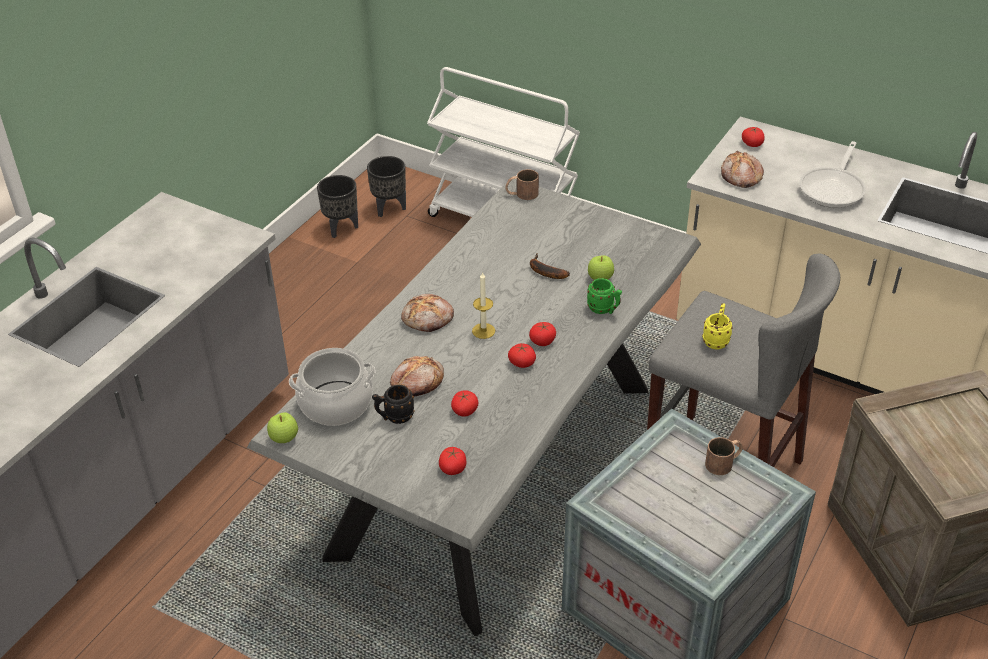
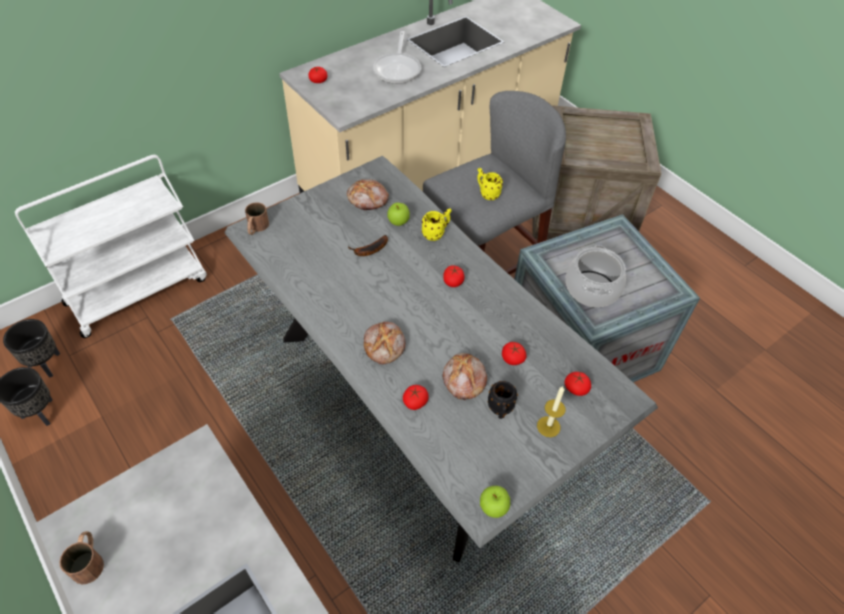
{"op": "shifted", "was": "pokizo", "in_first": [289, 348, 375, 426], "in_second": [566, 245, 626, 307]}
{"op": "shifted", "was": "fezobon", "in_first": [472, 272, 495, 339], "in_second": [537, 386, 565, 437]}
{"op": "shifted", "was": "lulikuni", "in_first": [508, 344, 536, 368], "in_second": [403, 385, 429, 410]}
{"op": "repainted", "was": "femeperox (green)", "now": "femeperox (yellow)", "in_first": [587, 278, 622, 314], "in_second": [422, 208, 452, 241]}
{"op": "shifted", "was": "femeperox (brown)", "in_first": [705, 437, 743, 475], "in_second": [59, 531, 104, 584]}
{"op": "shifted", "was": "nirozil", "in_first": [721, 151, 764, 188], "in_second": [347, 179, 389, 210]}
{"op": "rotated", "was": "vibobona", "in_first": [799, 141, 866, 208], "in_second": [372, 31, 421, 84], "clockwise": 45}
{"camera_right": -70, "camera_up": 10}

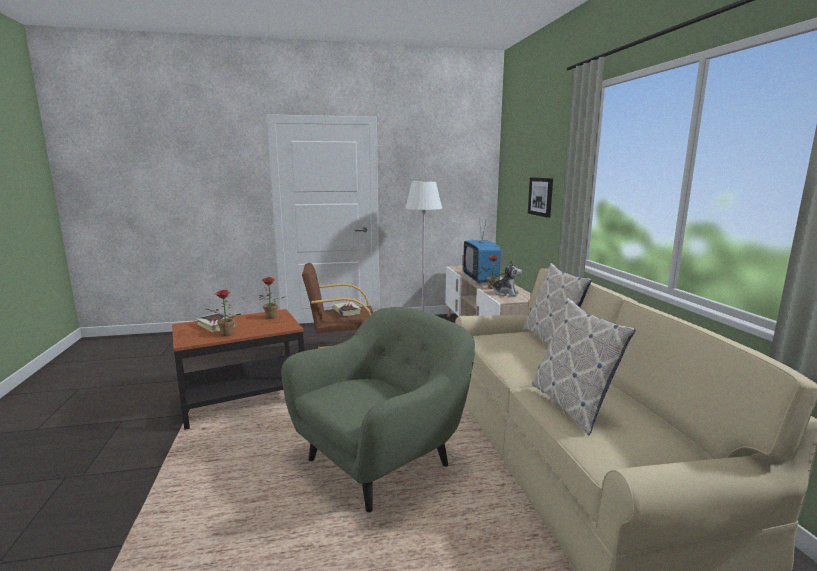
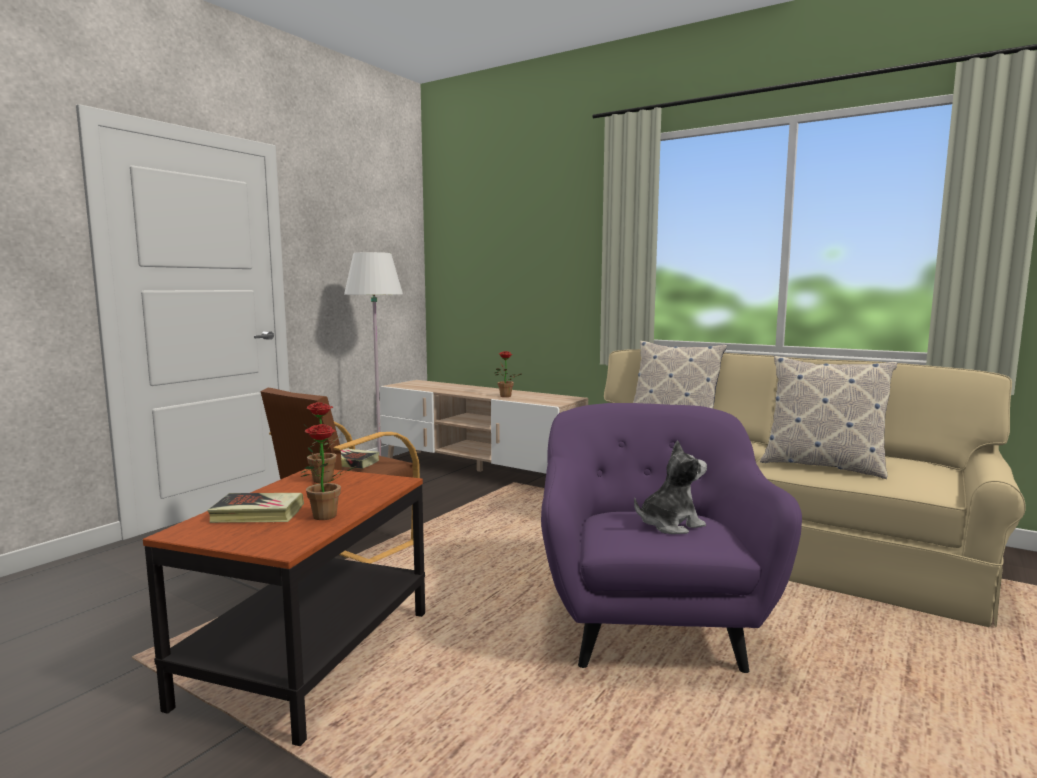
{"op": "repainted", "was": "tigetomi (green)", "now": "tigetomi (purple)", "in_first": [281, 307, 475, 512], "in_second": [541, 403, 802, 673]}
{"op": "gone", "was": "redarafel", "in_first": [463, 217, 501, 283]}
{"op": "shifted", "was": "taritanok", "in_first": [488, 260, 522, 297], "in_second": [634, 441, 707, 534]}
{"op": "gone", "was": "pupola", "in_first": [528, 177, 553, 218]}
{"camera_right": -45, "camera_up": -5}

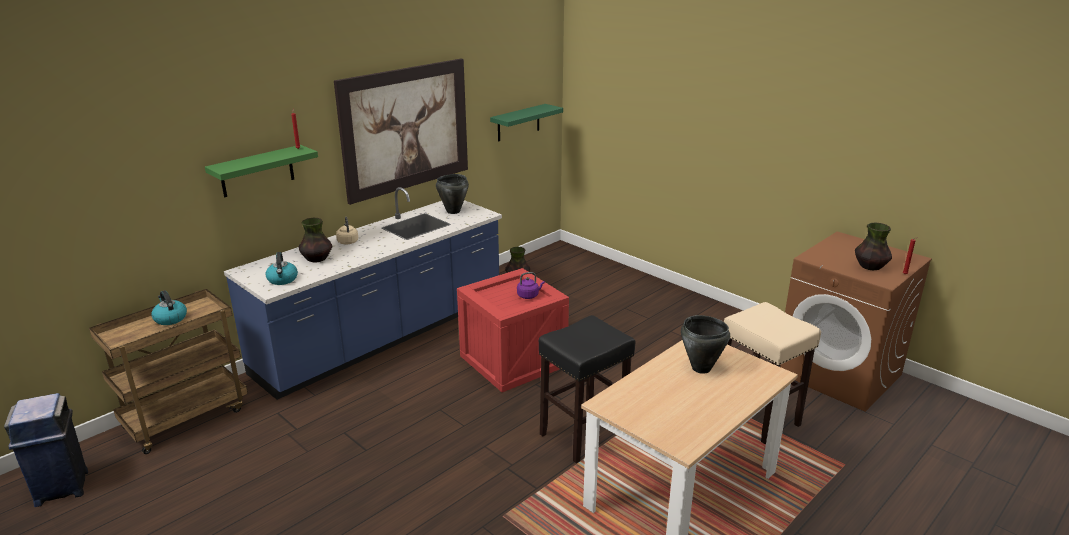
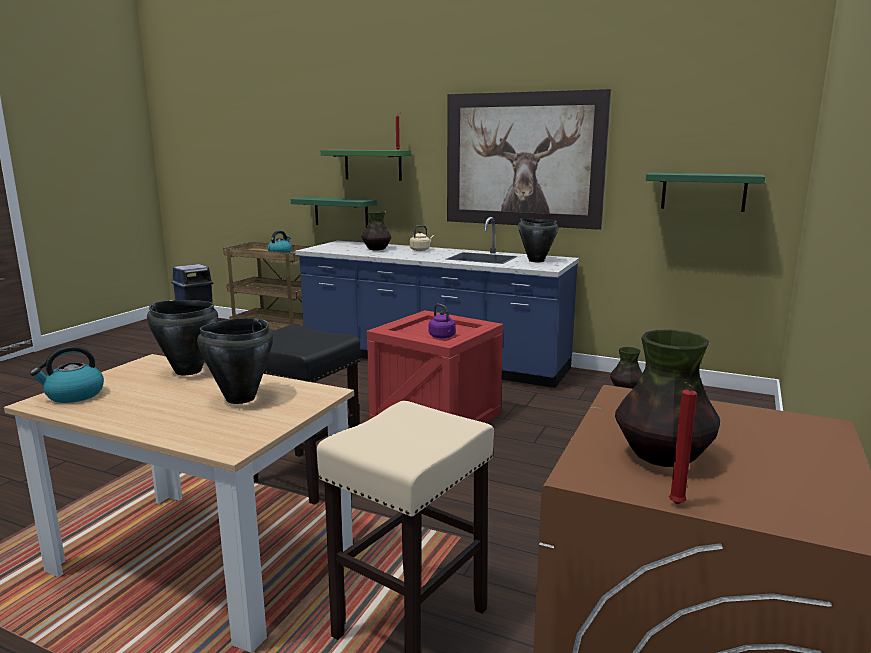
{"op": "shifted", "was": "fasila", "in_first": [266, 252, 298, 285], "in_second": [30, 345, 104, 403]}
{"op": "new", "now": "pokizo (black)", "in_second": [147, 300, 218, 375]}
{"op": "new", "now": "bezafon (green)", "in_second": [291, 197, 377, 227]}
{"camera_right": 70, "camera_up": -10}

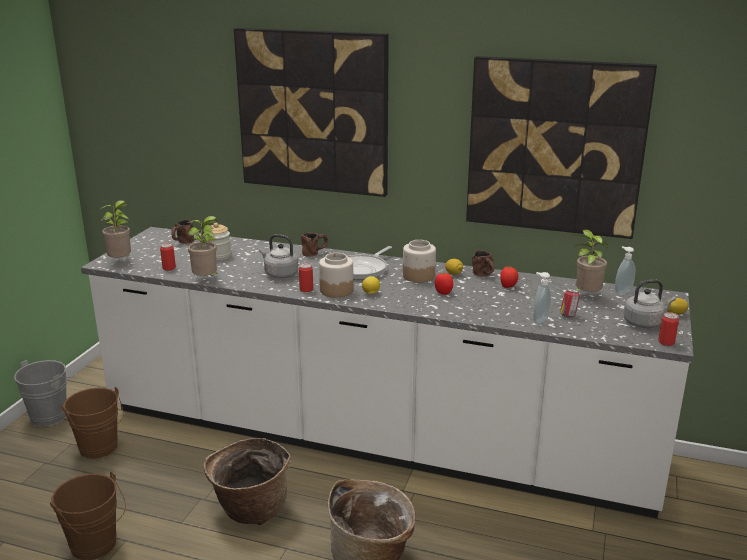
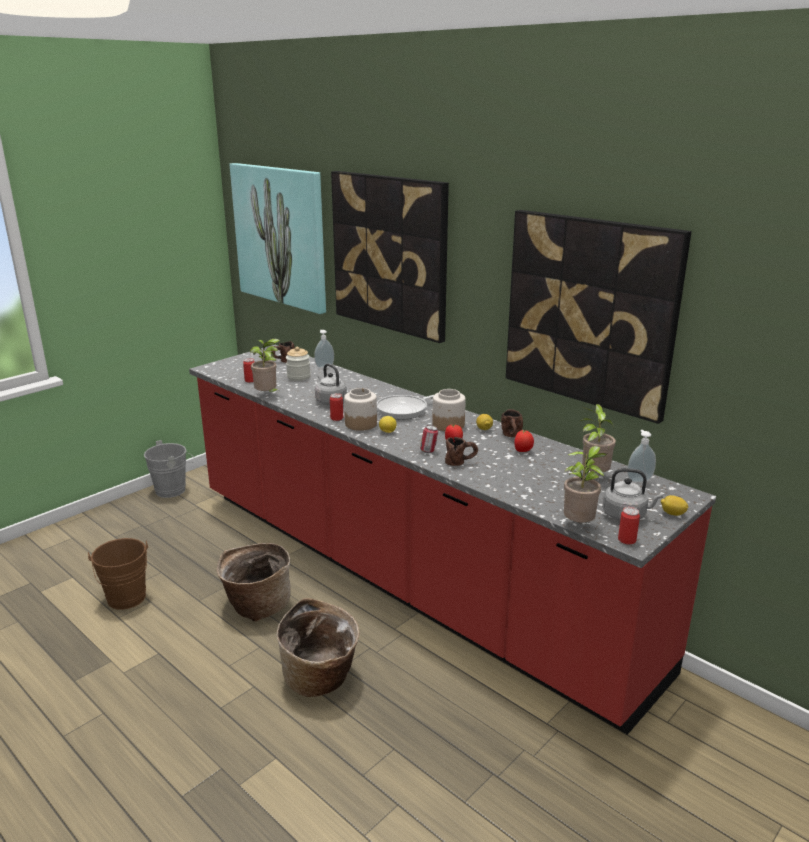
{"op": "gone", "was": "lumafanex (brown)", "in_first": [61, 387, 124, 459]}
{"op": "repainted", "was": "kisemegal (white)", "now": "kisemegal (red)", "in_first": [81, 227, 694, 518], "in_second": [189, 345, 716, 735]}
{"op": "shifted", "was": "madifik", "in_first": [100, 200, 131, 258], "in_second": [564, 446, 607, 523]}
{"op": "shifted", "was": "femeperox (brown)", "in_first": [301, 233, 328, 256], "in_second": [445, 437, 478, 466]}
{"op": "shifted", "was": "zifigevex", "in_first": [533, 272, 551, 324], "in_second": [314, 330, 334, 368]}
{"op": "shifted", "was": "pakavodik", "in_first": [560, 288, 580, 318], "in_second": [420, 425, 438, 453]}
{"op": "new", "now": "pupola", "in_second": [230, 163, 326, 314]}
{"camera_right": 25, "camera_up": 0}

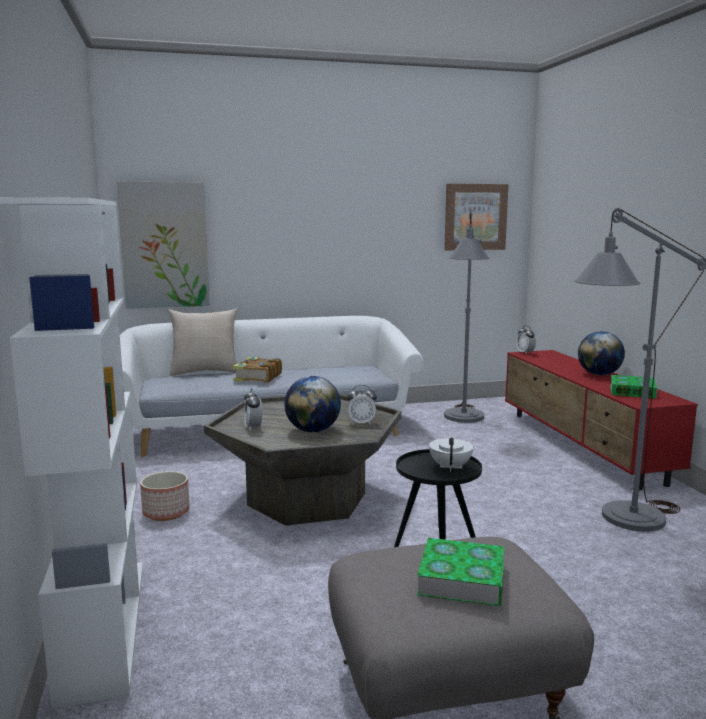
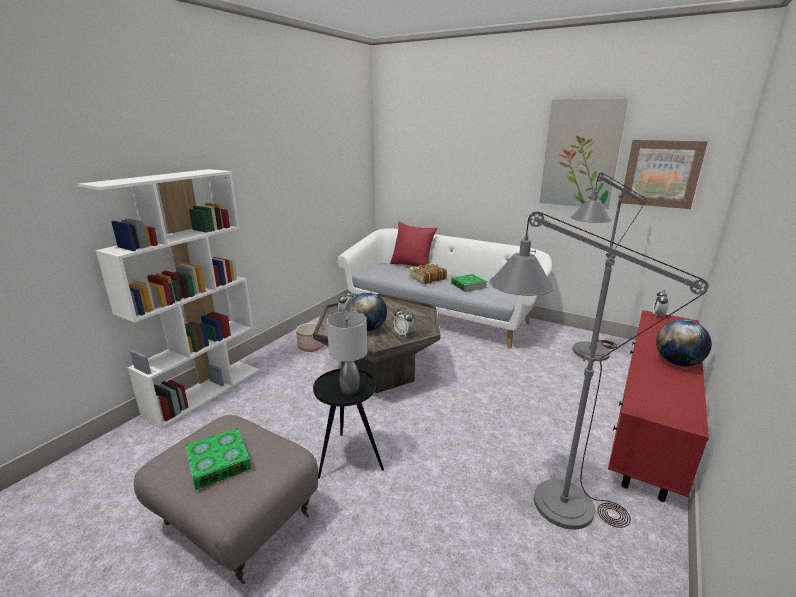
{"op": "shifted", "was": "pupola", "in_first": [116, 182, 210, 309], "in_second": [540, 98, 628, 209]}
{"op": "repainted", "was": "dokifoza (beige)", "now": "dokifoza (red)", "in_first": [168, 308, 238, 376], "in_second": [390, 222, 437, 267]}
{"op": "swapped", "was": "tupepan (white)", "now": "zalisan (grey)", "in_first": [429, 435, 473, 471], "in_second": [327, 311, 367, 395]}
{"op": "shifted", "was": "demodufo", "in_first": [610, 375, 657, 399], "in_second": [451, 274, 487, 292]}
{"camera_right": 45, "camera_up": 10}

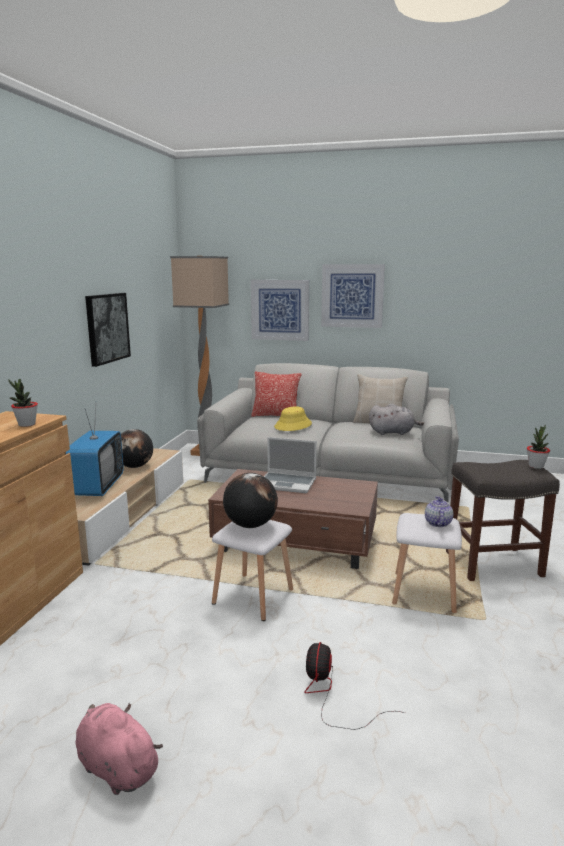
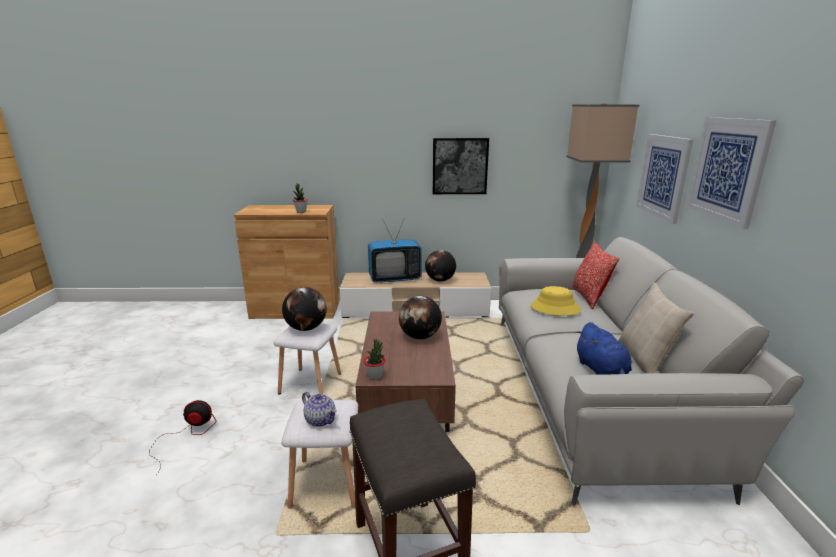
{"op": "gone", "was": "taritanok (pink)", "in_first": [76, 703, 163, 795]}
{"op": "swapped", "was": "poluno", "now": "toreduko", "in_first": [264, 437, 317, 493], "in_second": [399, 296, 442, 339]}
{"op": "repainted", "was": "taritanok (grey)", "now": "taritanok (blue)", "in_first": [369, 404, 424, 435], "in_second": [575, 322, 632, 375]}
{"op": "rotated", "was": "tupepan", "in_first": [425, 496, 453, 527], "in_second": [302, 392, 337, 427], "clockwise": 45}
{"op": "shifted", "was": "madifik", "in_first": [527, 425, 550, 469], "in_second": [363, 339, 385, 380]}
{"camera_right": 75, "camera_up": 5}

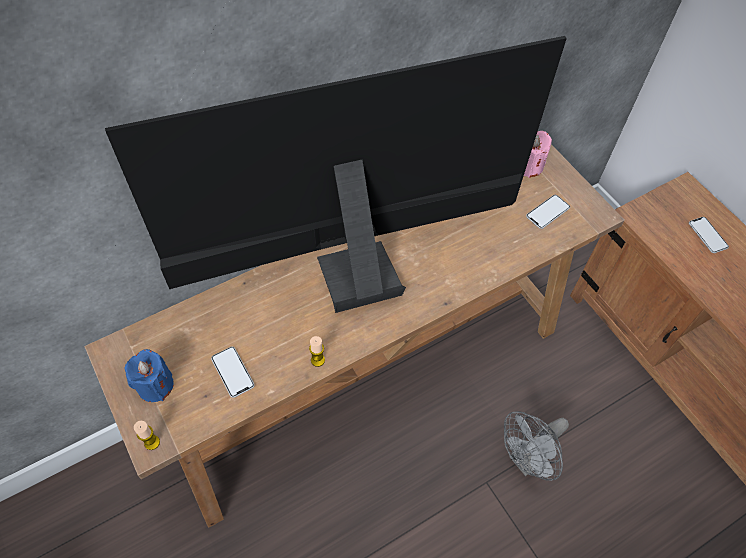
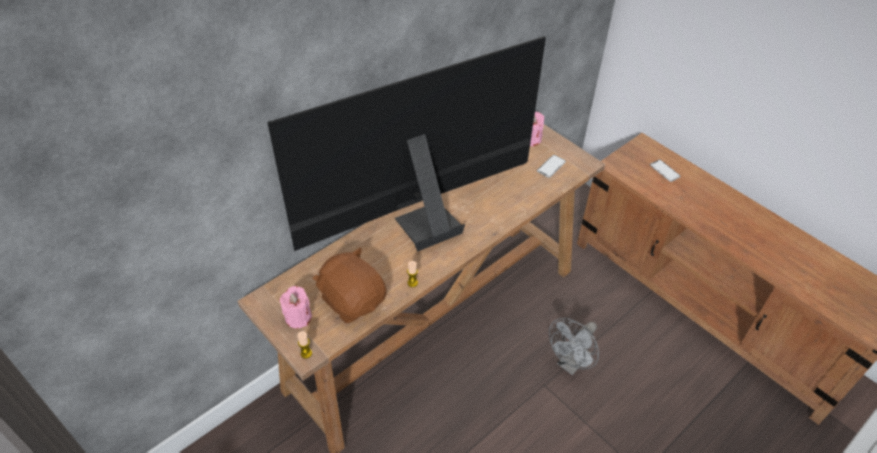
{"op": "repainted", "was": "fezobon (blue)", "now": "fezobon (pink)", "in_first": [125, 349, 174, 402], "in_second": [280, 286, 312, 329]}
{"op": "swapped", "was": "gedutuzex", "now": "taritanok (brown)", "in_first": [211, 347, 254, 398], "in_second": [312, 247, 386, 323]}
{"camera_right": -10, "camera_up": -10}

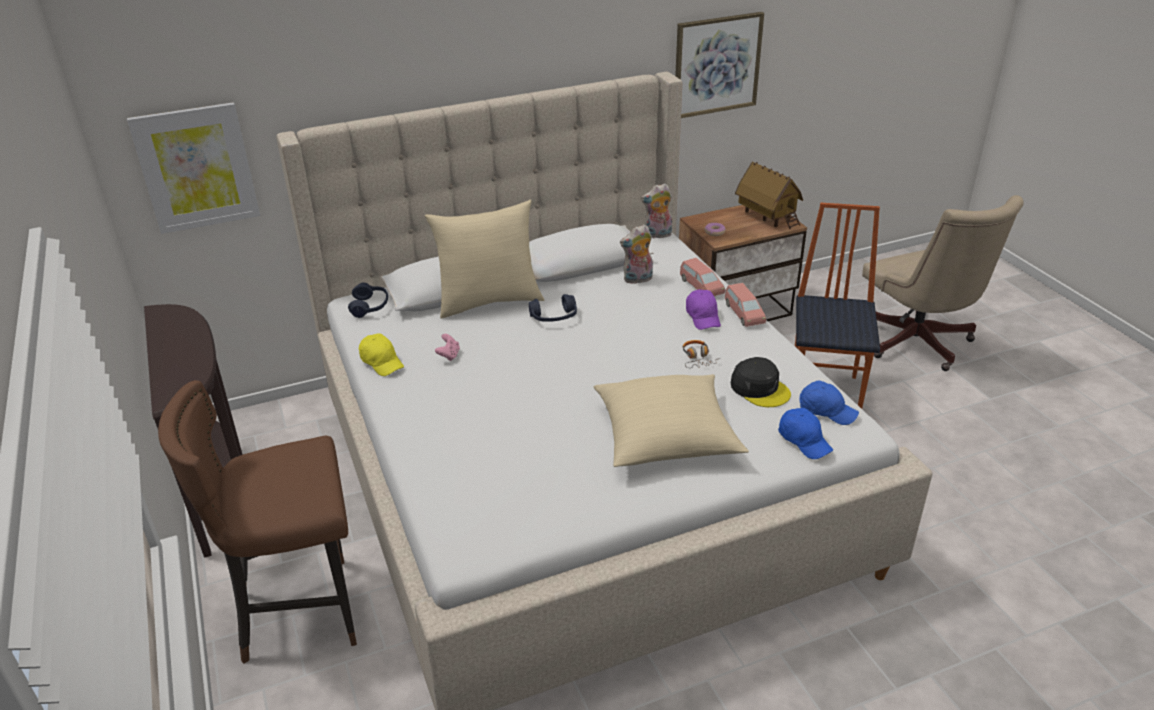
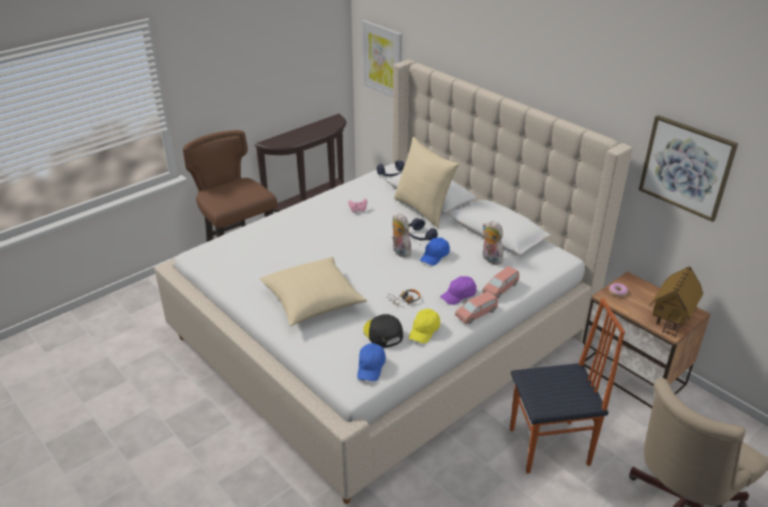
{"op": "shifted", "was": "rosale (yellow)", "in_first": [359, 333, 404, 376], "in_second": [409, 309, 440, 343]}
{"op": "shifted", "was": "taritanok", "in_first": [641, 183, 672, 238], "in_second": [392, 213, 411, 258]}
{"op": "rotated", "was": "rosale (black)", "in_first": [731, 357, 791, 407], "in_second": [363, 314, 403, 348], "clockwise": 120}
{"op": "shifted", "was": "rosale (blue)", "in_first": [778, 408, 833, 459], "in_second": [420, 237, 450, 266]}
{"camera_right": 70, "camera_up": 0}

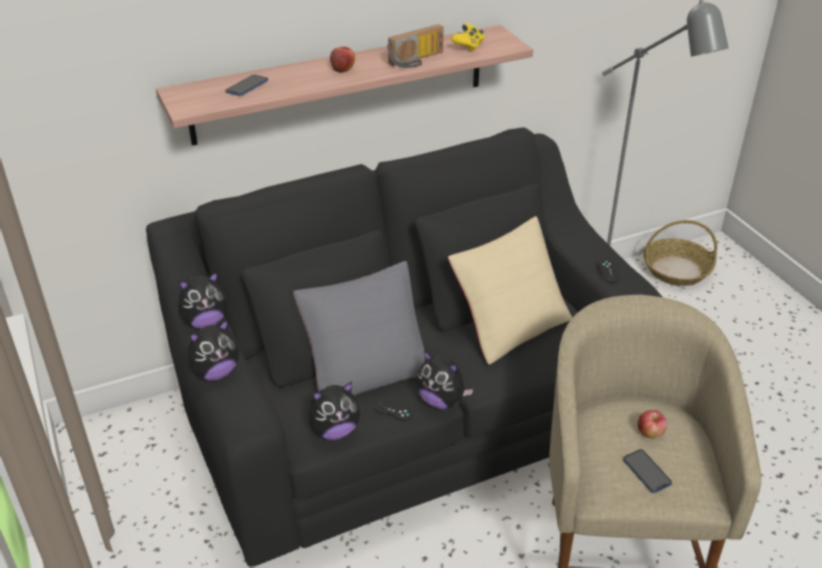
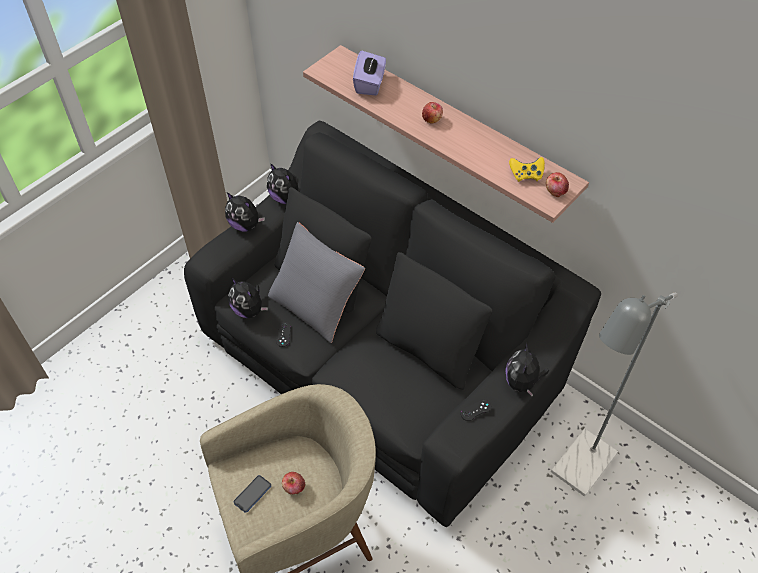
{"op": "swapped", "was": "gedutuzex", "now": "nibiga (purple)", "in_first": [225, 75, 268, 96], "in_second": [353, 51, 386, 95]}
{"op": "gone", "was": "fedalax", "in_first": [387, 24, 444, 68]}
{"op": "shifted", "was": "taritanok", "in_first": [416, 350, 473, 409], "in_second": [505, 342, 550, 397]}
{"op": "gone", "was": "dokifoza (beige)", "in_first": [448, 216, 572, 365]}
{"op": "gone", "was": "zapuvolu", "in_first": [643, 220, 717, 286]}
{"op": "new", "now": "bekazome", "in_second": [546, 172, 569, 197]}
{"camera_right": 65, "camera_up": 15}

